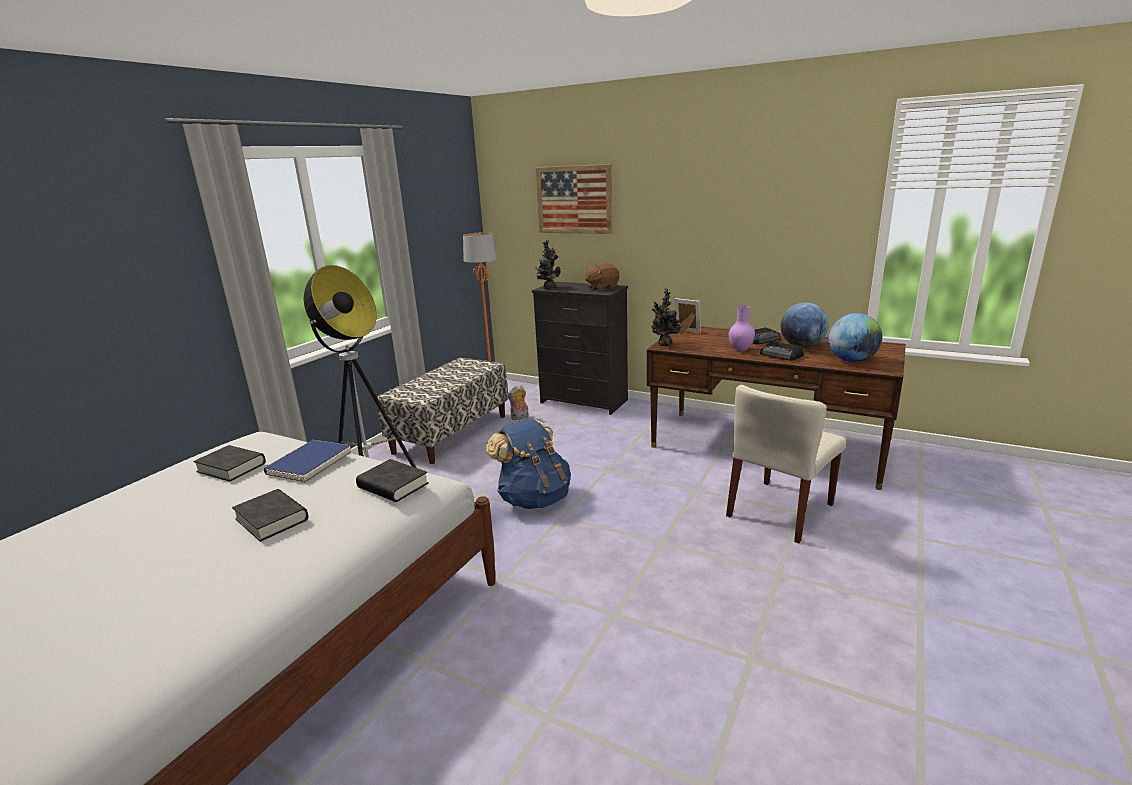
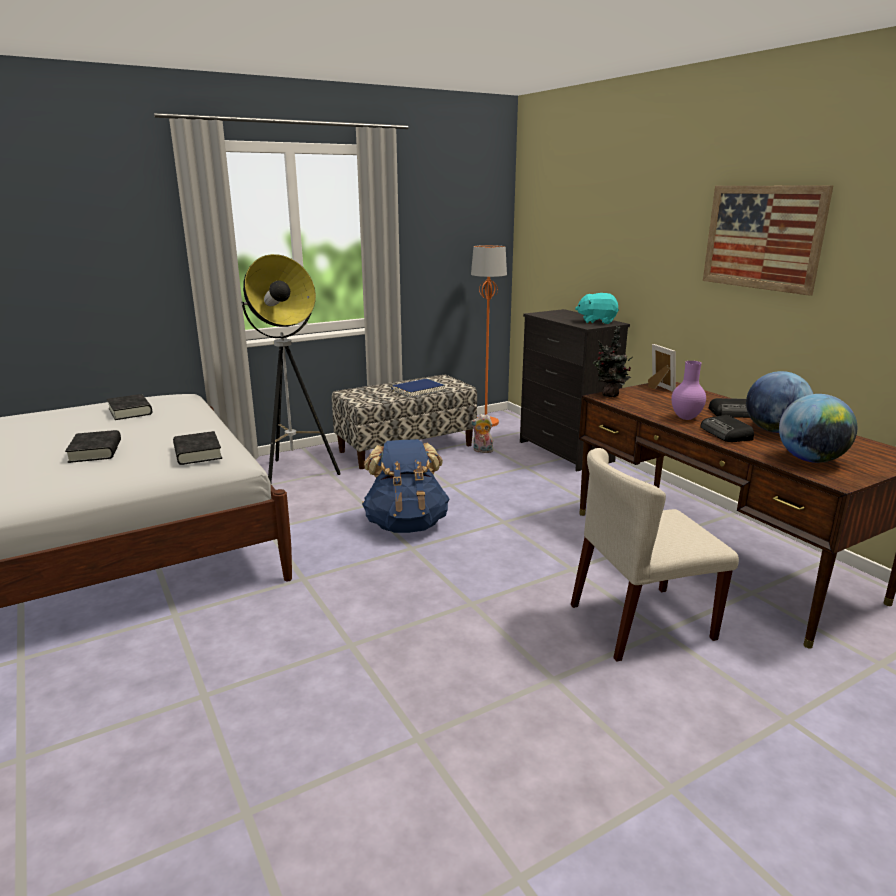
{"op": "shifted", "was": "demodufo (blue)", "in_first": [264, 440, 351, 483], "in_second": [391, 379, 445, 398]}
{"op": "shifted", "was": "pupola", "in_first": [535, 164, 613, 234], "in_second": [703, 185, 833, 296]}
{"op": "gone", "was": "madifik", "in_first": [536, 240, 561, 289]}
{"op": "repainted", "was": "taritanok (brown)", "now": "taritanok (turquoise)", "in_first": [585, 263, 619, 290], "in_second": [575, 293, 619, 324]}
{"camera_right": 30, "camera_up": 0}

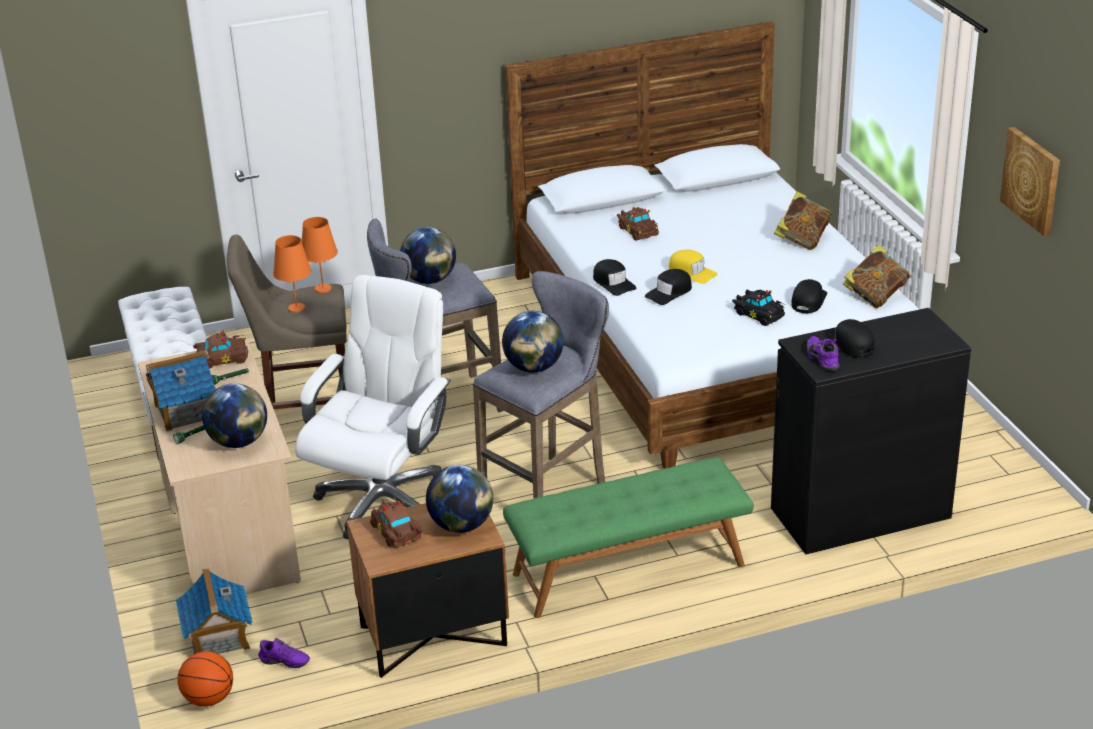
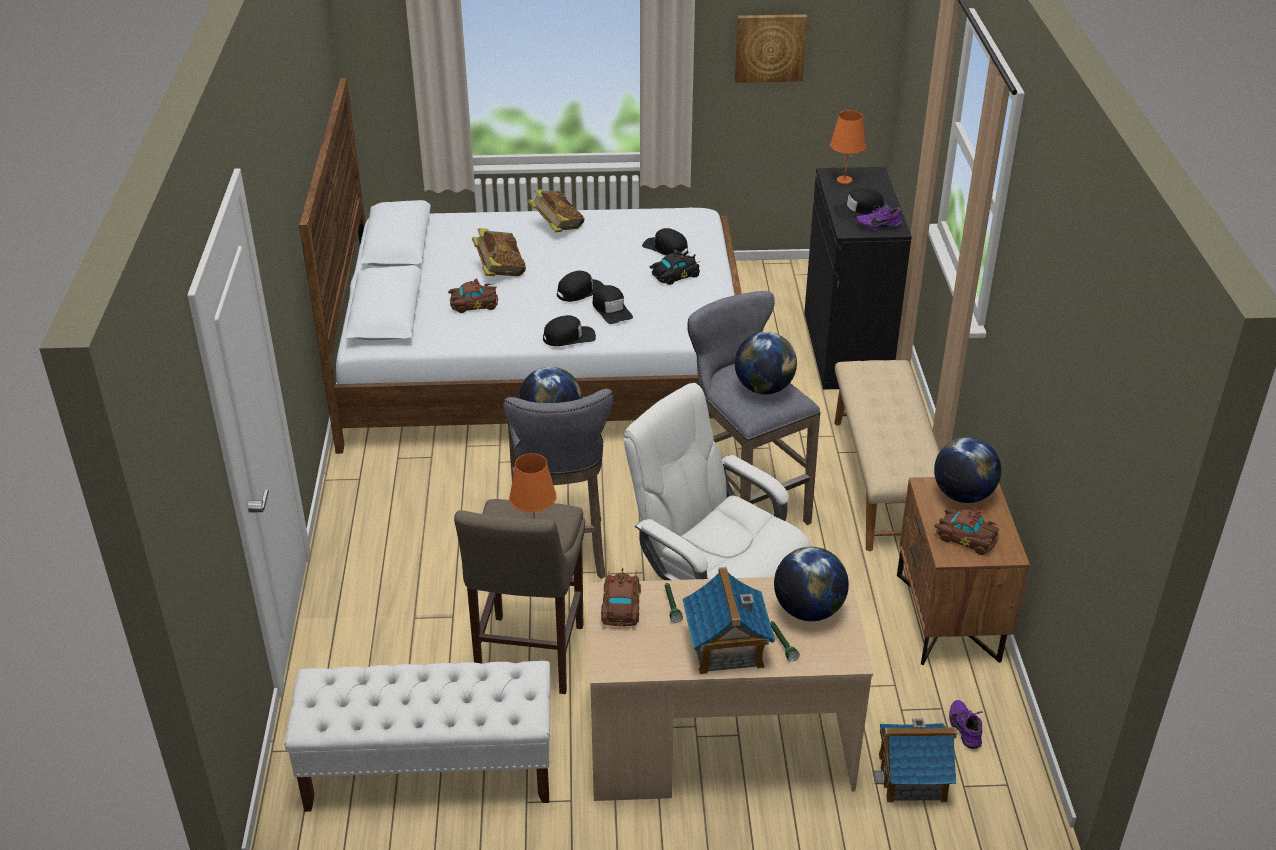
{"op": "gone", "was": "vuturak", "in_first": [177, 651, 233, 707]}
{"op": "rotated", "was": "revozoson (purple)", "in_first": [258, 638, 310, 668], "in_second": [949, 700, 983, 749], "clockwise": -45}
{"op": "shifted", "was": "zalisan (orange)", "in_first": [301, 217, 338, 293], "in_second": [830, 110, 866, 184]}
{"op": "rotated", "was": "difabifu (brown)", "in_first": [370, 498, 422, 547], "in_second": [934, 509, 1001, 555], "clockwise": -135}
{"op": "repainted", "was": "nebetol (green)", "now": "nebetol (beige)", "in_first": [503, 457, 754, 618], "in_second": [834, 360, 939, 551]}
{"op": "repainted", "was": "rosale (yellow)", "now": "rosale (black)", "in_first": [669, 250, 718, 284], "in_second": [557, 271, 604, 302]}
{"op": "shifted", "was": "demodufo", "in_first": [843, 245, 910, 308], "in_second": [472, 228, 526, 276]}
{"camera_right": -75, "camera_up": 5}

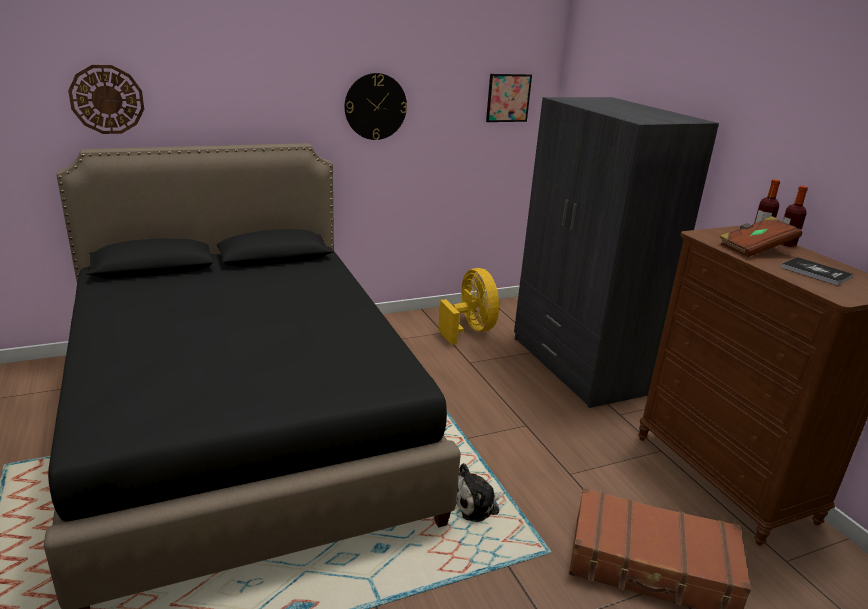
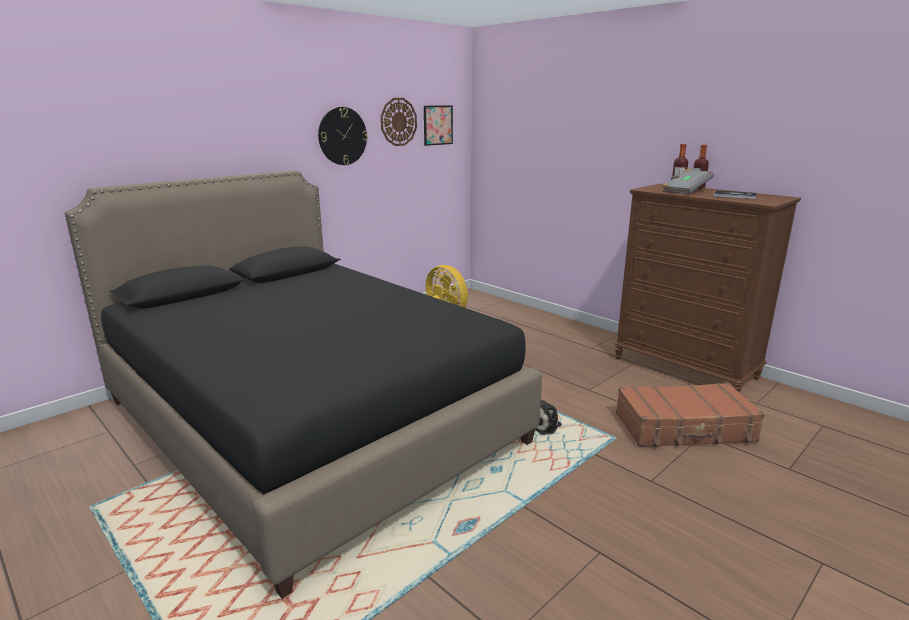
{"op": "shifted", "was": "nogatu", "in_first": [68, 65, 144, 134], "in_second": [381, 98, 417, 146]}
{"op": "gone", "was": "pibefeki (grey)", "in_first": [514, 97, 719, 408]}
{"op": "repainted", "was": "demodufo (brown)", "now": "demodufo (grey)", "in_first": [720, 216, 802, 257], "in_second": [662, 169, 714, 194]}
{"camera_right": -20, "camera_up": -5}

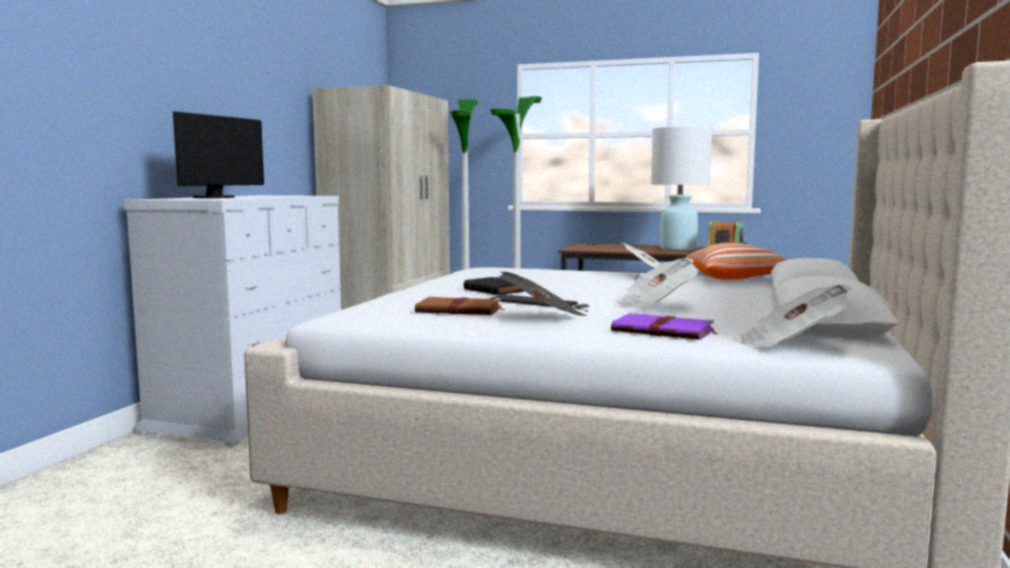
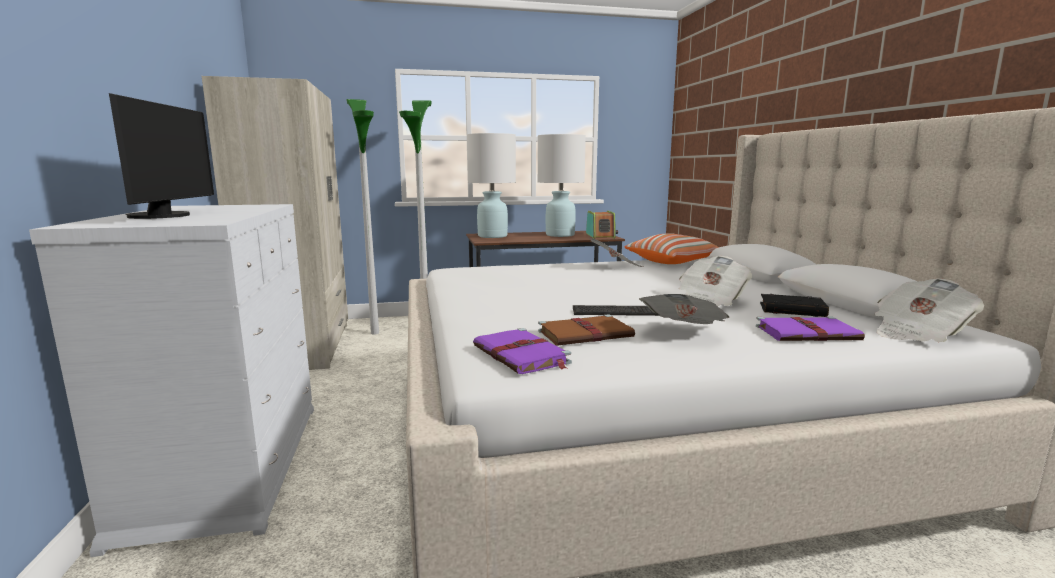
{"op": "shifted", "was": "demodufo (black)", "in_first": [463, 277, 525, 295], "in_second": [760, 294, 829, 317]}
{"op": "new", "now": "zalisan (white)", "in_second": [467, 133, 516, 238]}
{"op": "new", "now": "demodufo (purple)", "in_second": [473, 328, 572, 374]}
{"camera_right": -30, "camera_up": 5}

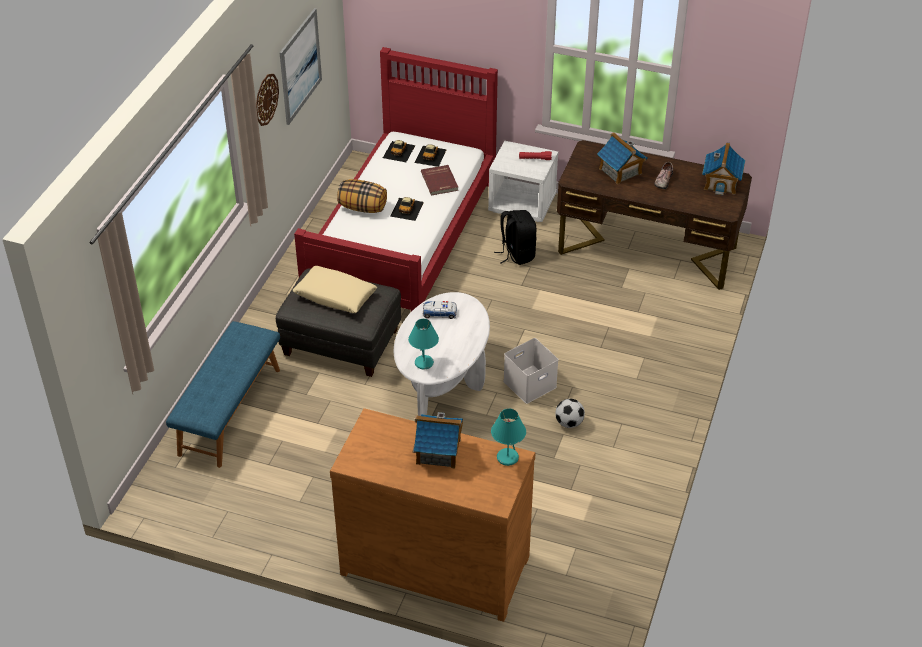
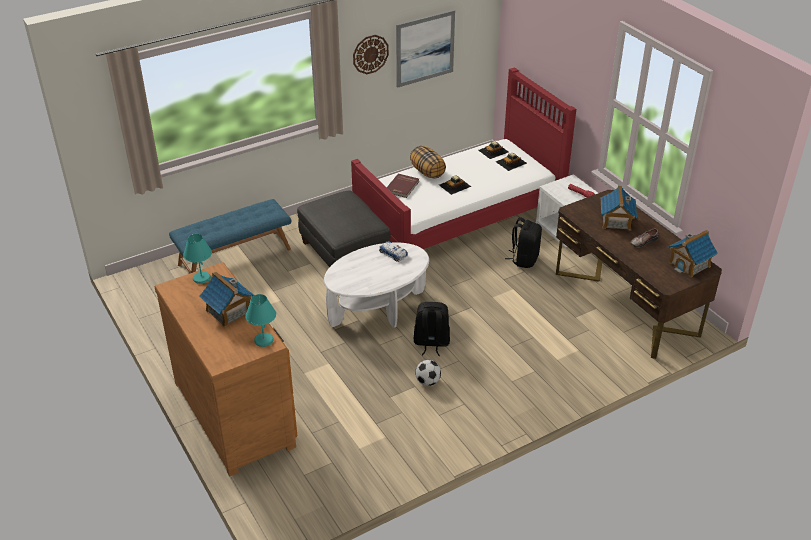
{"op": "gone", "was": "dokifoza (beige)", "in_first": [293, 266, 377, 313]}
{"op": "shifted", "was": "zalisan (turquoise)", "in_first": [408, 319, 439, 369], "in_second": [183, 234, 212, 284]}
{"op": "shifted", "was": "demodufo (red)", "in_first": [421, 165, 458, 195], "in_second": [387, 174, 419, 198]}
{"op": "swapped", "was": "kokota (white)", "now": "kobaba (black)", "in_first": [503, 338, 558, 404], "in_second": [414, 302, 450, 356]}
{"camera_right": 40, "camera_up": -5}

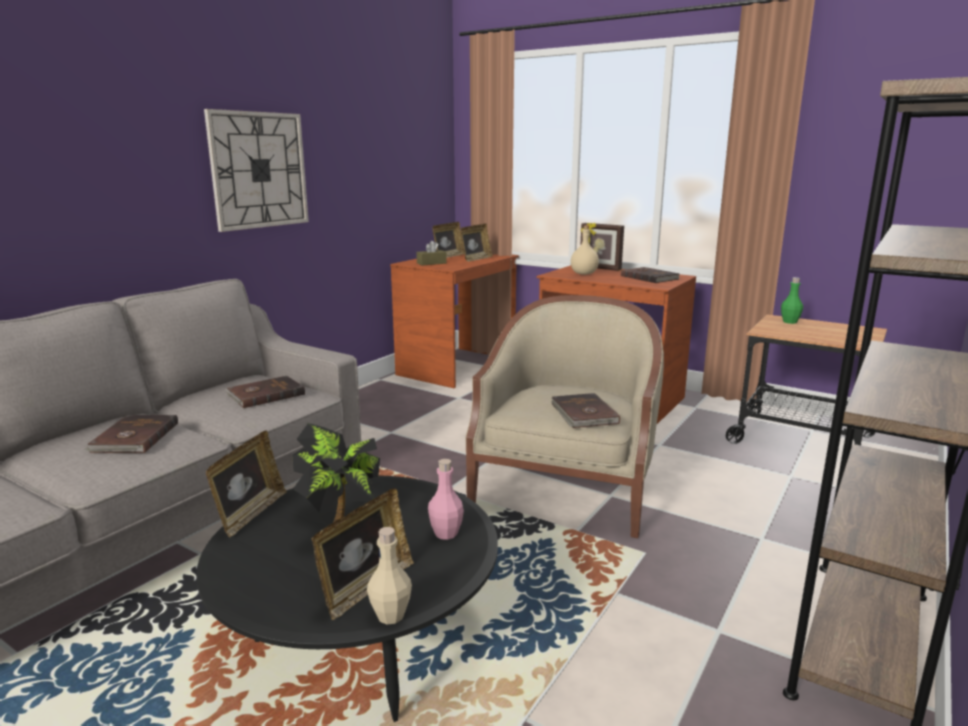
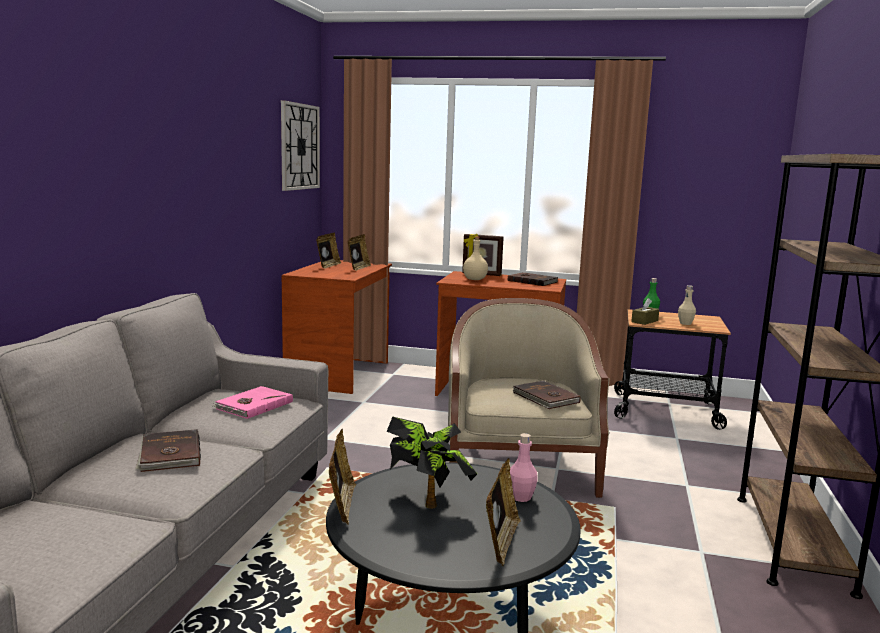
{"op": "shifted", "was": "nogatu", "in_first": [204, 109, 309, 232], "in_second": [281, 100, 320, 191]}
{"op": "repainted", "was": "demodufo (brown)", "now": "demodufo (pink)", "in_first": [225, 376, 305, 408], "in_second": [213, 386, 293, 419]}
{"op": "shifted", "was": "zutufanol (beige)", "in_first": [367, 527, 412, 624], "in_second": [678, 285, 696, 325]}
{"op": "shifted", "was": "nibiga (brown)", "in_first": [416, 240, 447, 266], "in_second": [631, 298, 659, 325]}
{"camera_right": -20, "camera_up": -5}

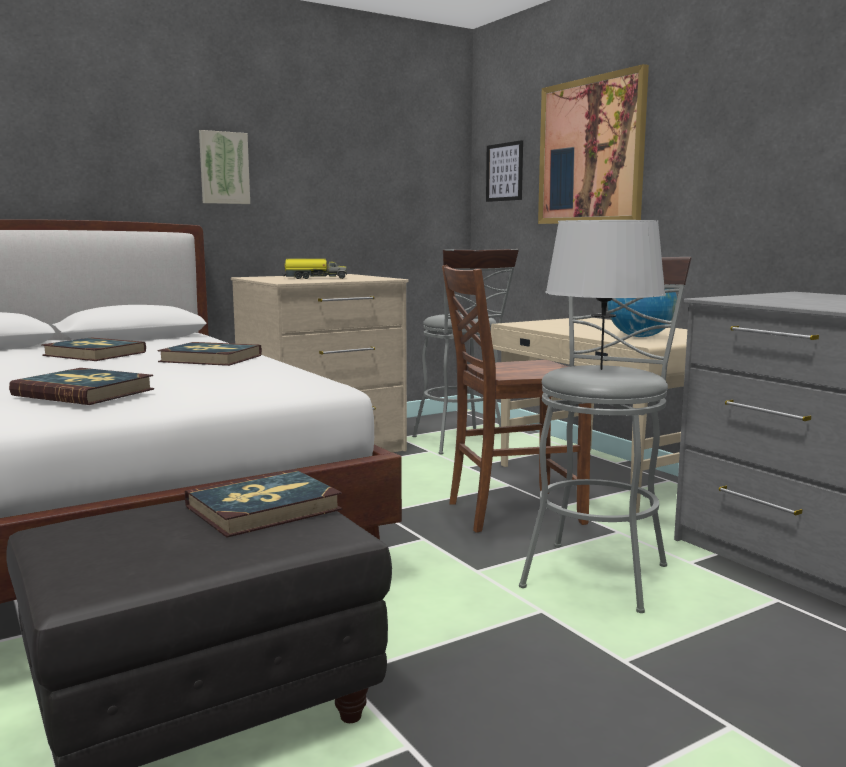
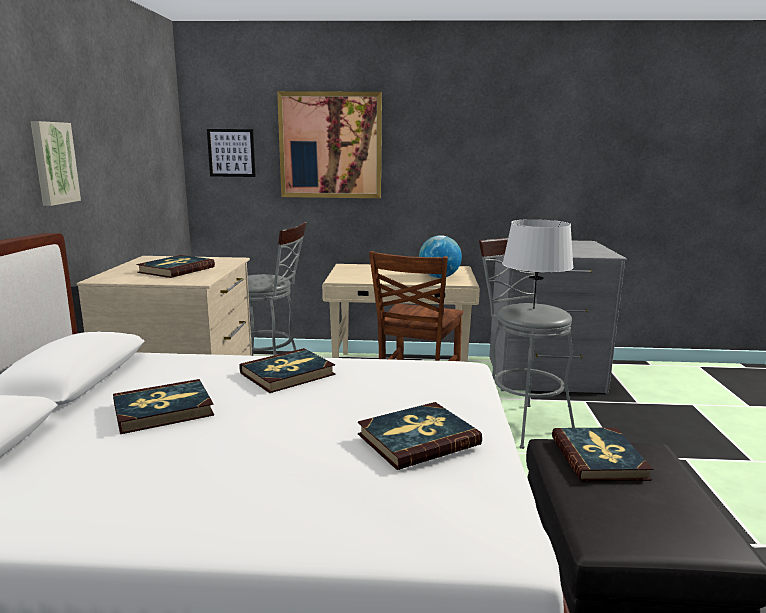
{"op": "swapped", "was": "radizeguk", "now": "demodufo", "in_first": [282, 259, 347, 279], "in_second": [136, 255, 215, 278]}
{"camera_right": -55, "camera_up": 5}

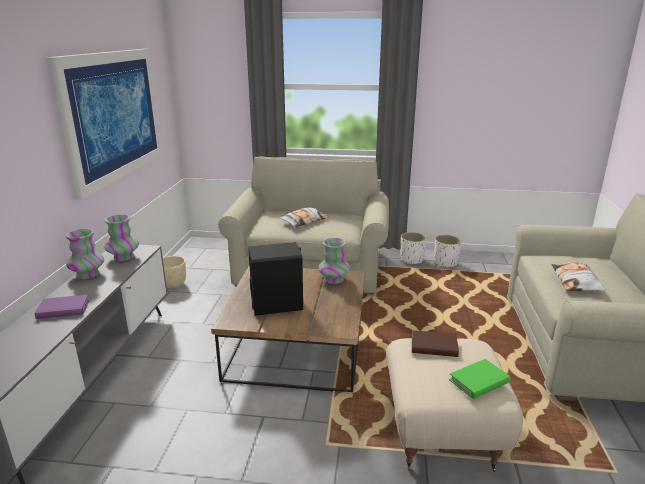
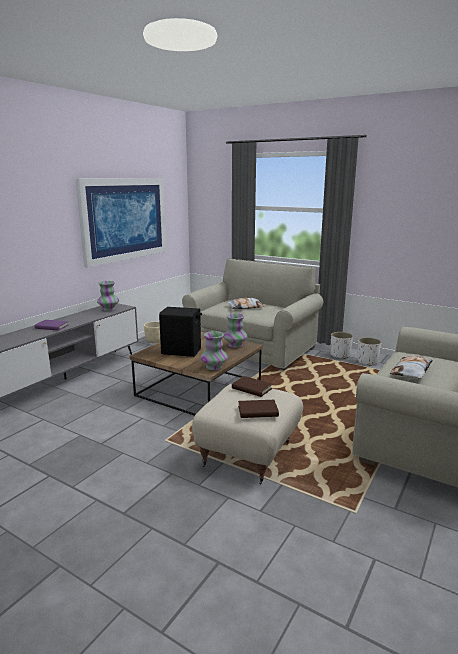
{"op": "shifted", "was": "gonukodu", "in_first": [65, 229, 104, 279], "in_second": [201, 331, 228, 370]}
{"op": "repainted", "was": "demodufo (green)", "now": "demodufo (brown)", "in_first": [449, 359, 511, 399], "in_second": [238, 400, 279, 418]}
{"camera_right": 25, "camera_up": -5}

